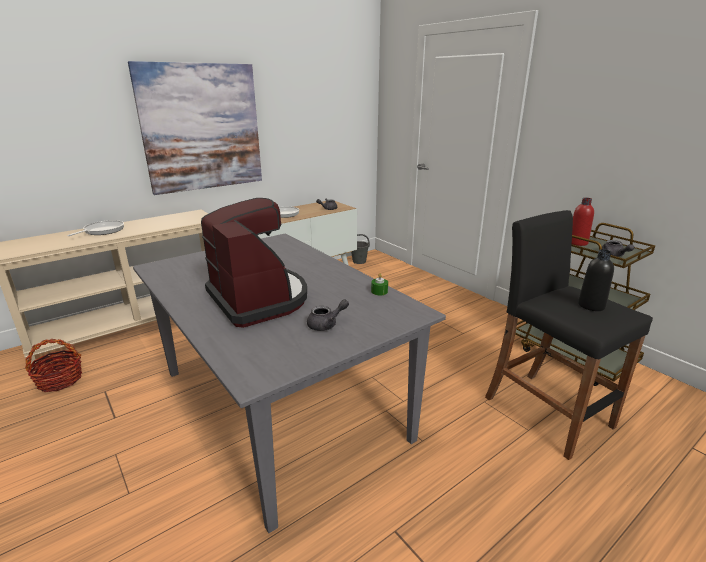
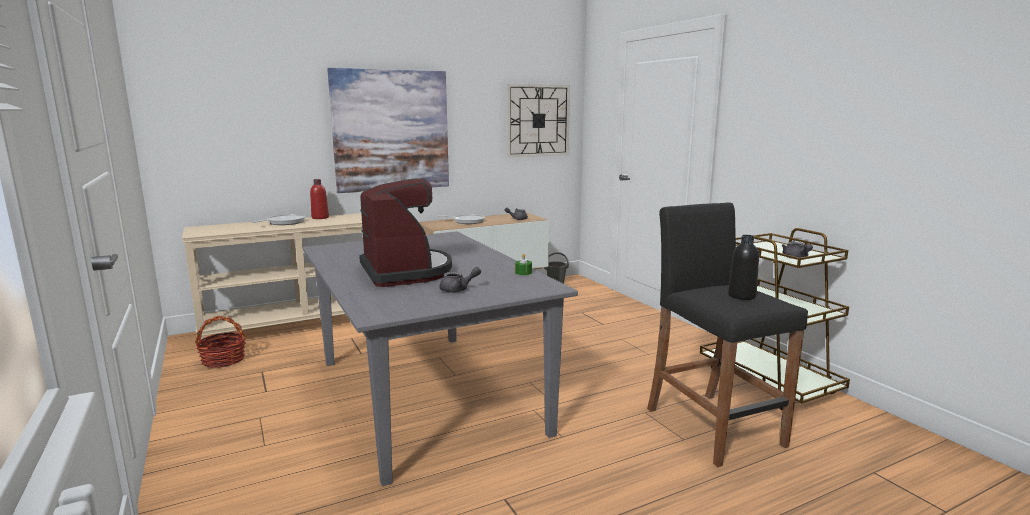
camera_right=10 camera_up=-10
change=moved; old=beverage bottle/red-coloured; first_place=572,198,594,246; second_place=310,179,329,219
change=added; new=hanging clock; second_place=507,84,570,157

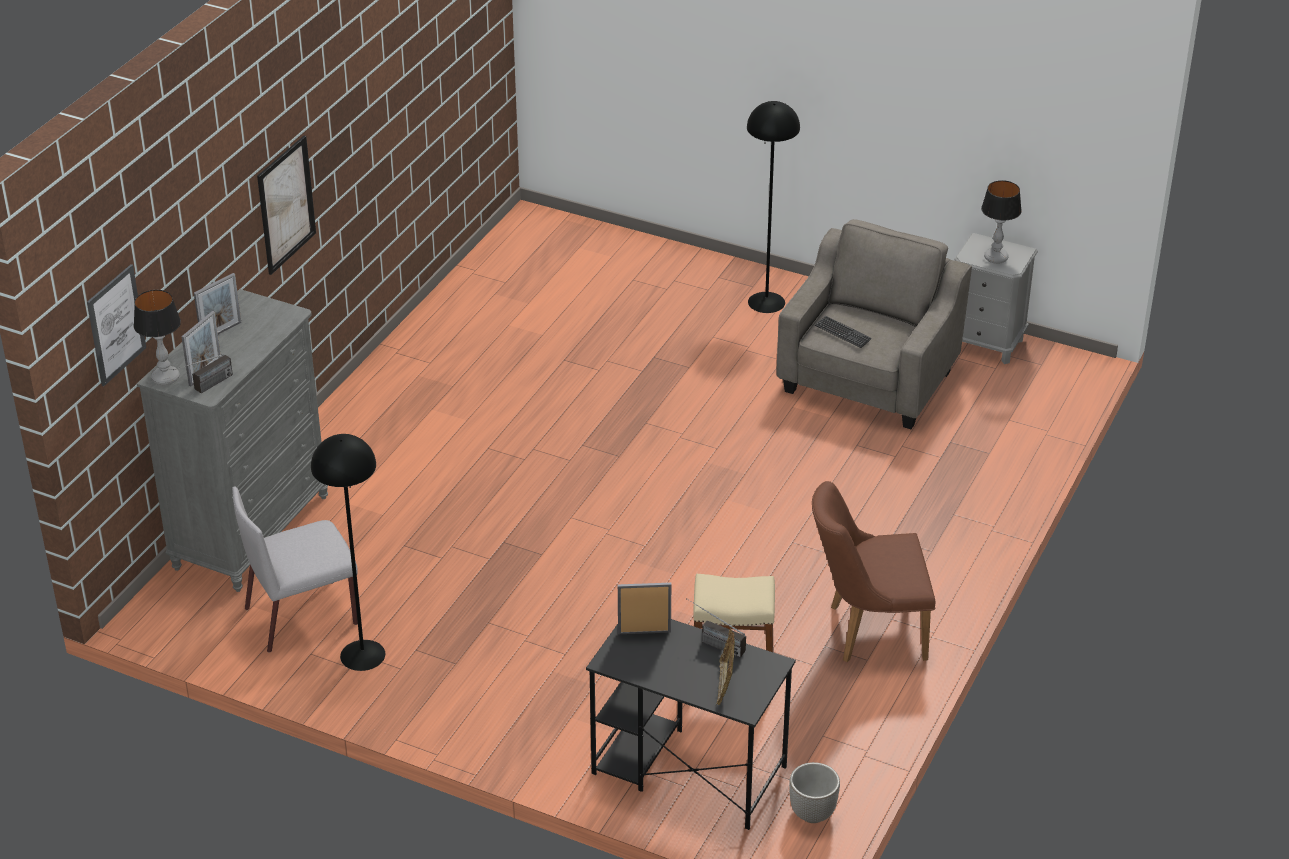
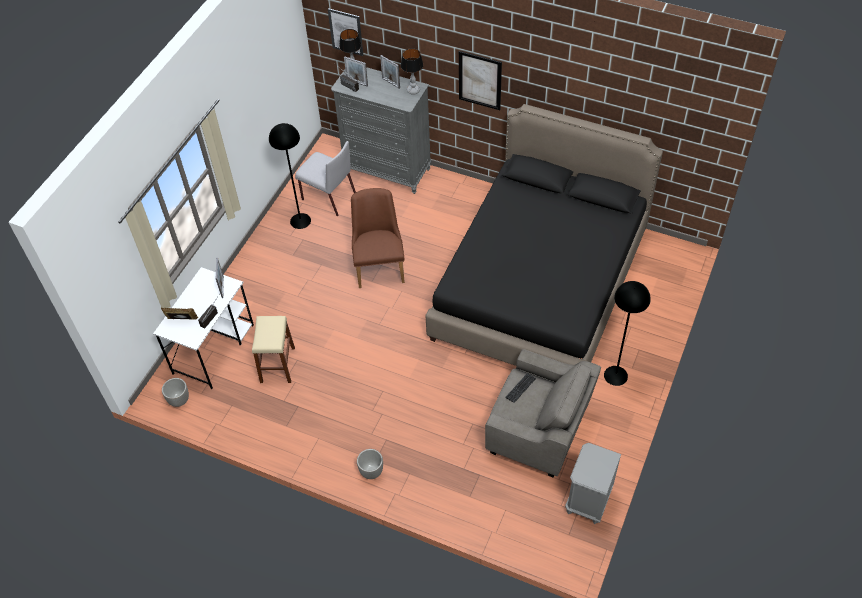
camera_right=90 camera_up=15
change=moved; old=lamp for a table; first_place=981,180,1022,264; second_place=401,48,423,95
change=moved; old=plain chair/brown-coloured; first_place=812,481,935,662; second_place=351,188,405,288
change=turned; old=plain chair/gray; first_place=232,487,358,653; second_place=295,141,356,216; degrees=150
change=recoloured; old=desk unit/black; new=desk unit/white; first_place=586,619,796,830; second_place=153,267,254,390
change=added; new=bed/black; second_place=426,104,663,366
change=added; new=plant pot; second_place=357,449,383,479

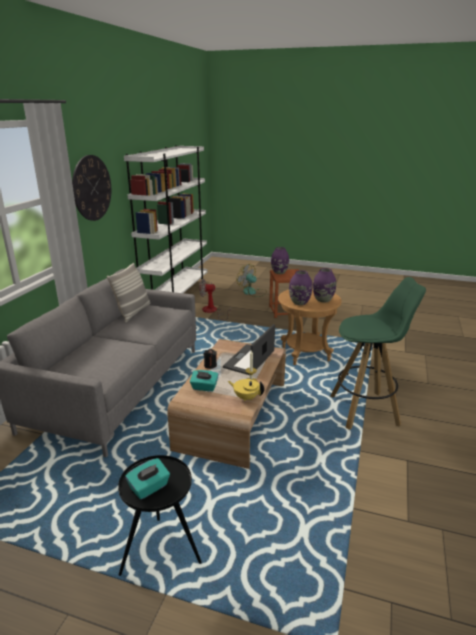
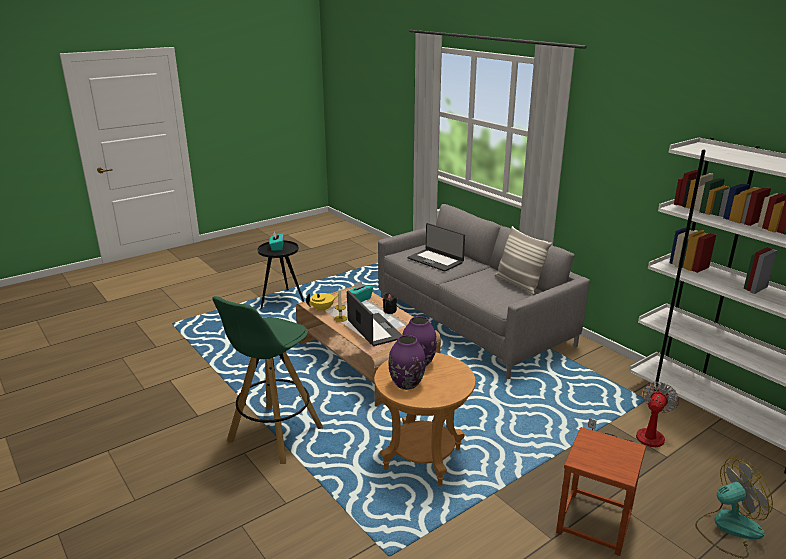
camera_right=125 camera_up=0
change=removed; old=hanging clock; first_place=72,155,111,221
change=removed; old=flower vase/purple-coloured; first_place=271,247,289,274
change=added; new=portable computer; second_place=408,223,465,272

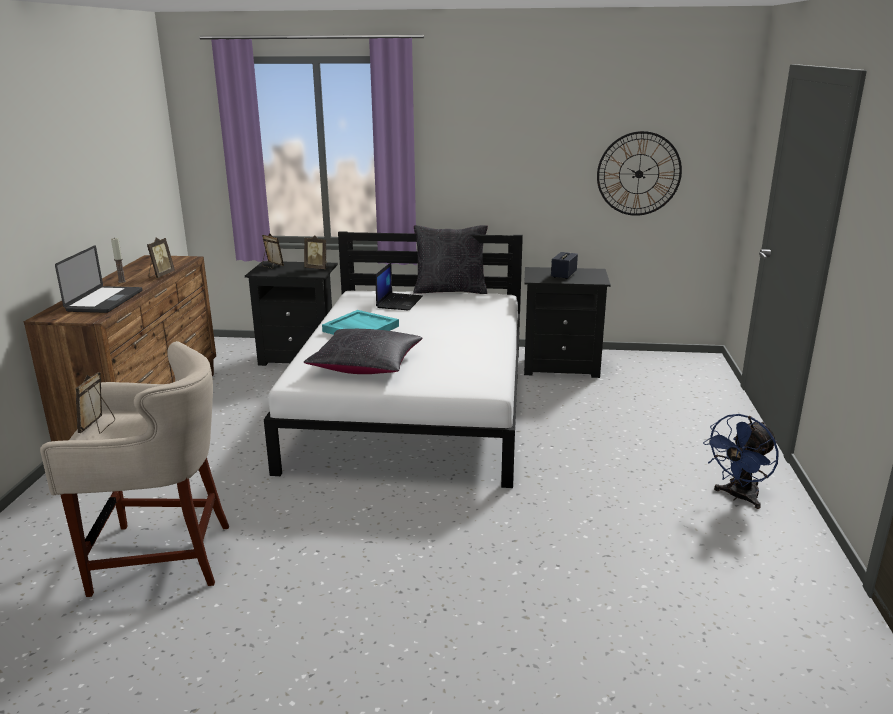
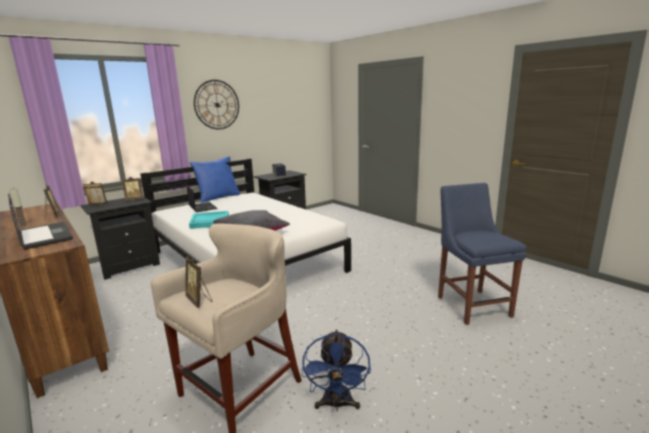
camera_right=-45 camera_up=-5
change=moved; old=hanging clock; first_place=597,131,682,216; second_place=194,80,239,130
change=recoloured; old=pillow/black; new=pillow/blue; first_place=413,225,488,294; second_place=190,156,240,203
change=moved; old=cooling fan/blue; first_place=703,414,779,509; second_place=301,330,371,412
change=added; new=plain chair/blue; second_place=438,183,526,325

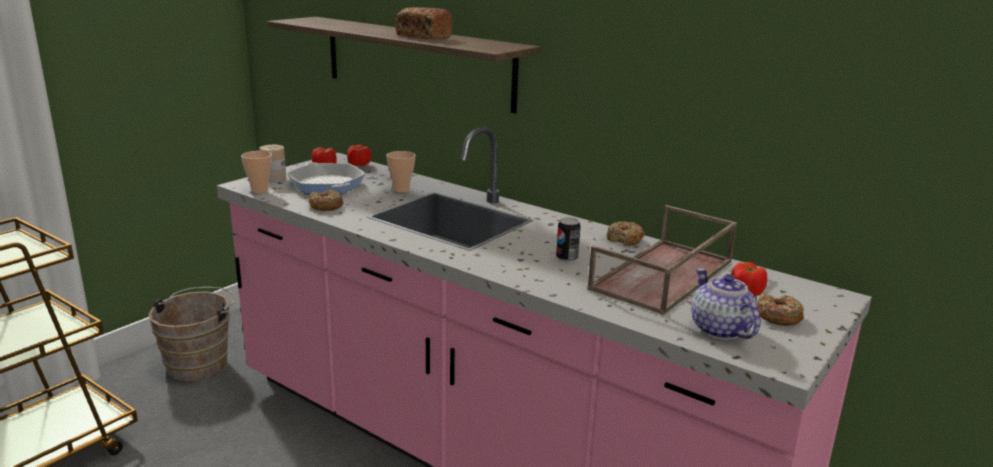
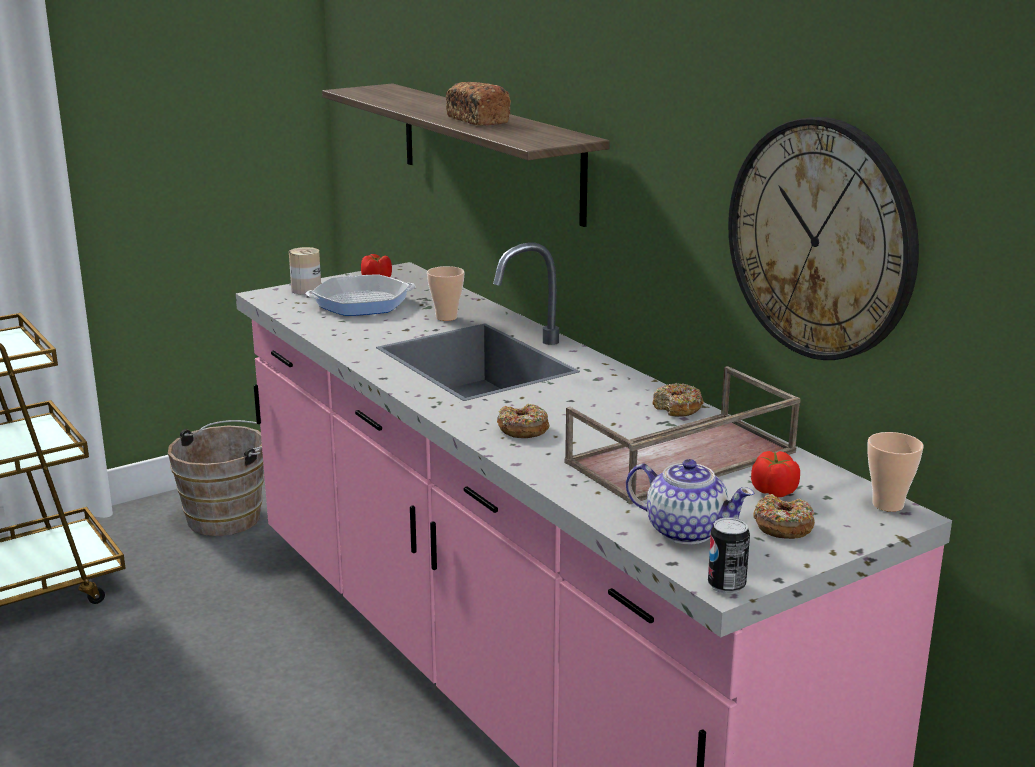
camera_right=20 camera_up=0
change=removed; old=tomato; first_place=347,144,371,166
change=moved; old=small cup; first_place=241,151,272,193; second_place=867,432,924,512
change=turned; old=frying pan; first_place=287,162,365,194; second_place=306,274,416,316; degrees=-90
change=moved; old=ring doughnut; first_place=308,189,344,211; second_place=497,403,549,438
change=moved; old=metal can; first_place=556,217,581,262; second_place=708,517,750,594
change=turned; old=pot for tea; first_place=691,268,761,340; second_place=626,459,754,544; degrees=120
change=added; new=hanging clock; second_place=728,117,919,360

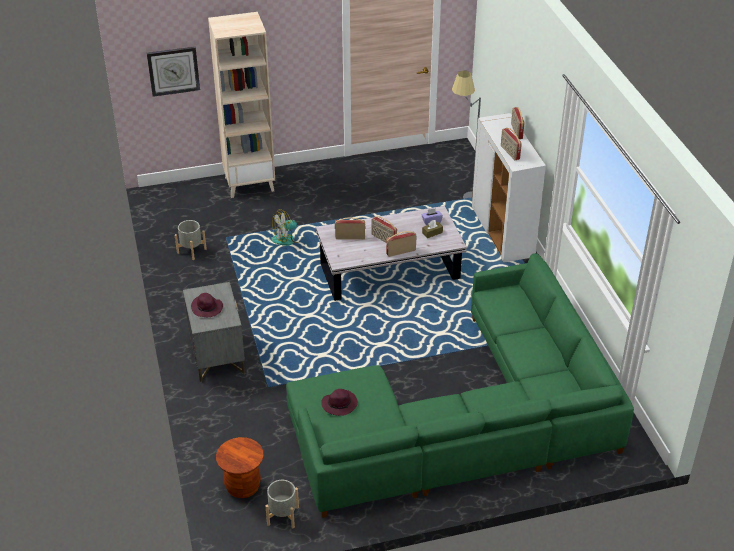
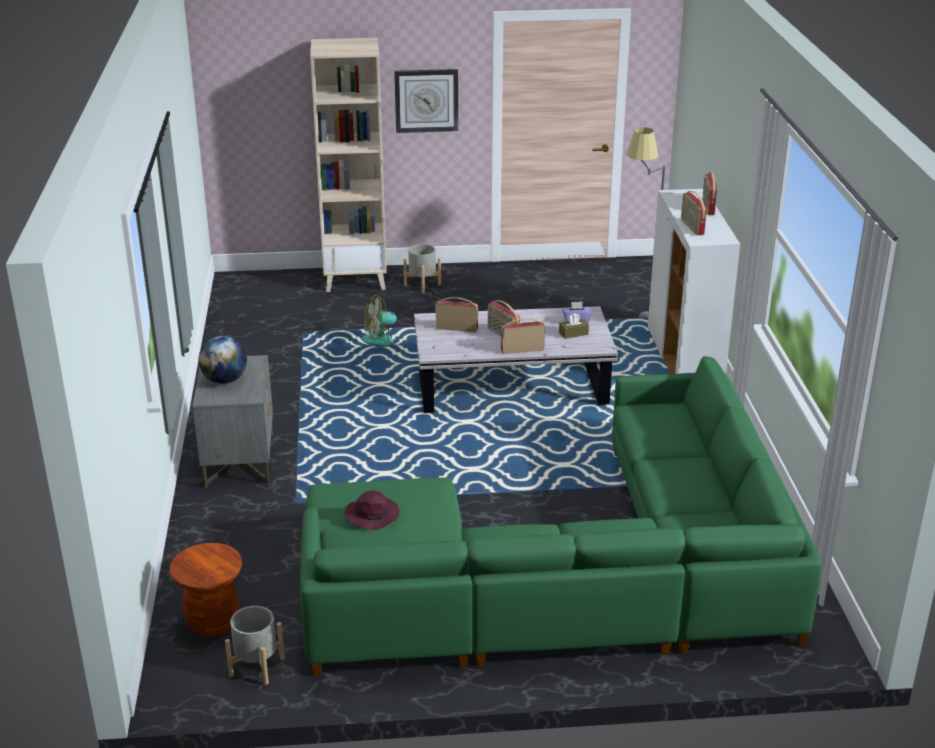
camera_right=10 camera_up=-10
change=moved; old=hanging clock; first_place=147,47,200,97; second_place=394,69,458,133
change=moved; old=plant pot/gray; first_place=175,220,207,260; second_place=403,244,441,293
change=replaced; old=hat/purple-coloured; new=world globe; first_place=191,293,223,317; second_place=198,336,247,384

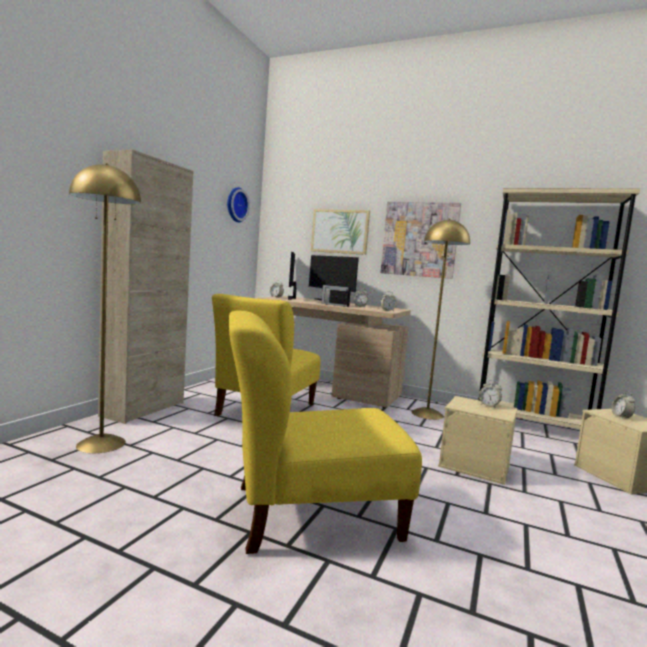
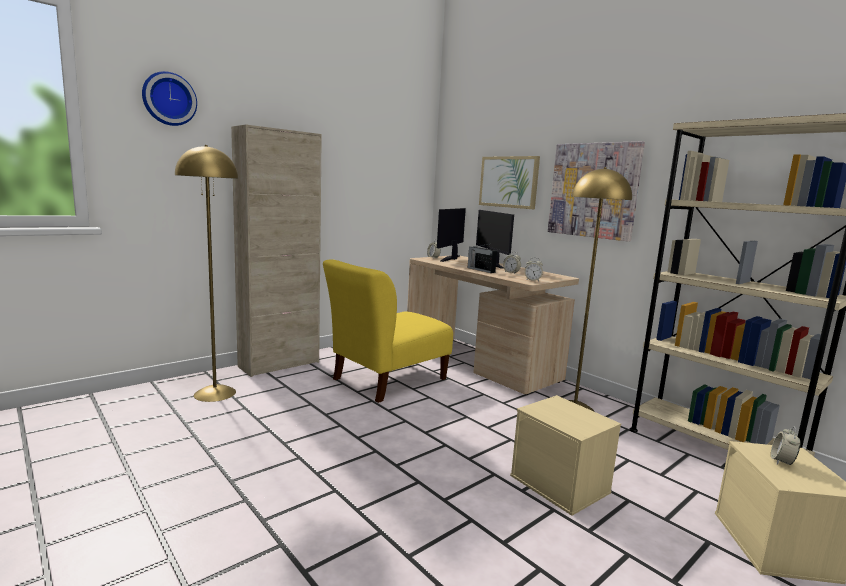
camera_right=25 camera_up=5
change=moved; old=hanging clock; first_place=227,187,250,222; second_place=142,71,197,126
change=removed; old=plain chair/yellow; first_place=229,311,422,554
change=removed; old=bedside clock; first_place=479,380,502,407

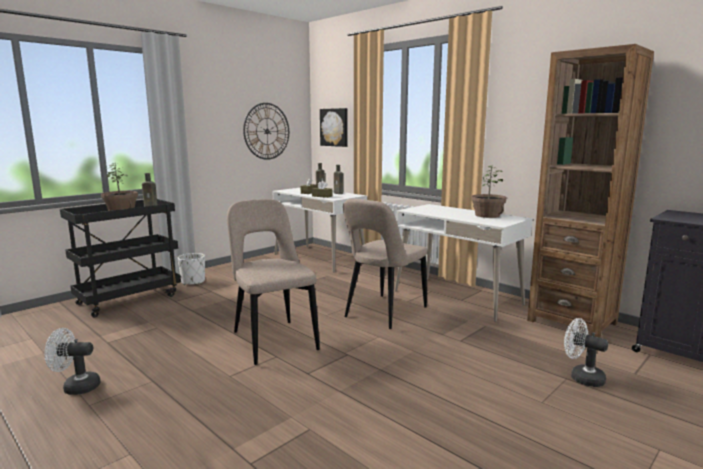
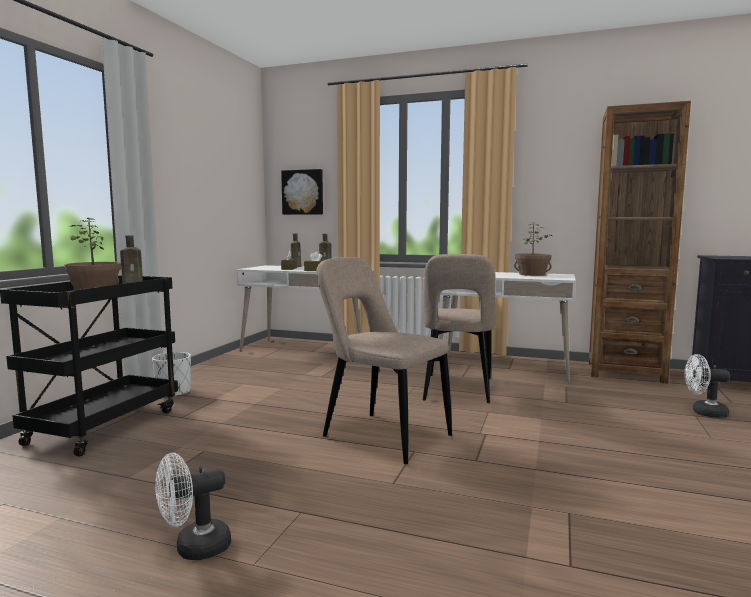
camera_right=-25 camera_up=-5
change=removed; old=hanging clock; first_place=243,103,289,160

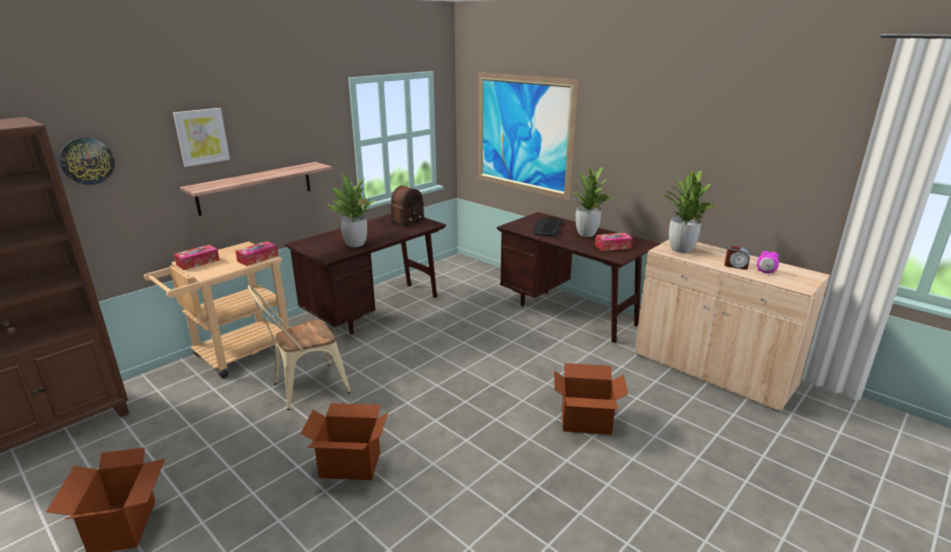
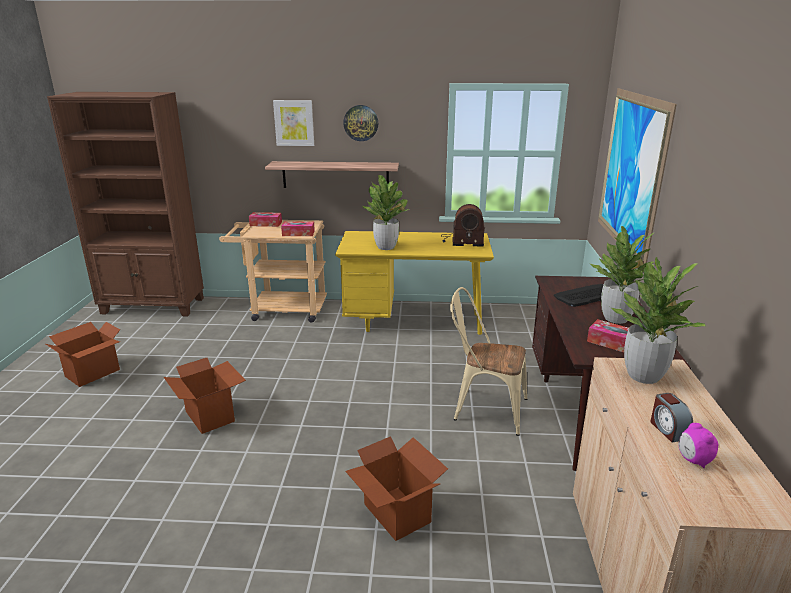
camera_right=50 camera_up=0
change=moved; old=hanging clock; first_place=59,137,115,185; second_place=343,105,378,141
change=recoloured; old=desk unit/brown-coloured; new=desk unit/yellow; first_place=285,214,446,334; second_place=335,231,494,335
change=moved; old=plain chair/beige; first_place=248,285,351,410; second_place=450,287,527,436

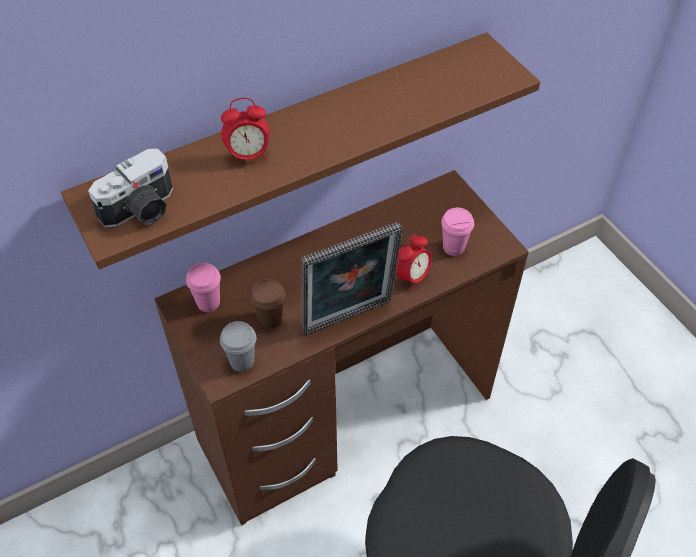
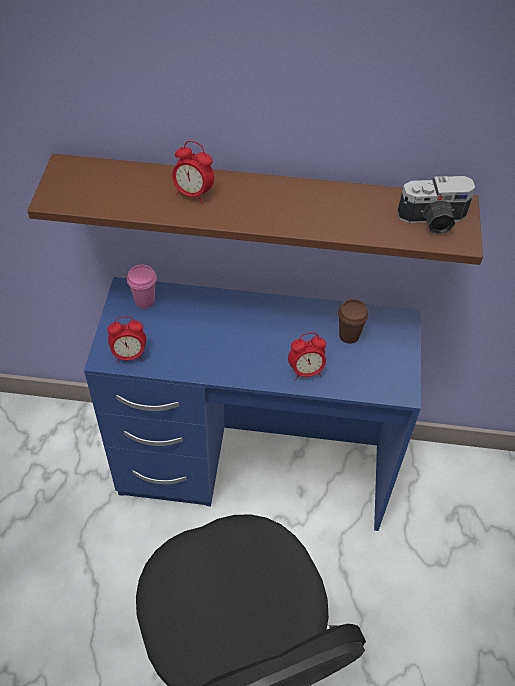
camera_right=35 camera_up=0
change=moved; old=photo camera; first_place=88,149,173,227; second_place=397,176,476,234
change=recoloured; old=desk unit/brown-coloured; new=desk unit/blue; first_place=154,170,529,526; second_place=84,277,421,531
change=removed; old=small cup/pink-coloured; first_place=441,208,474,256
change=removed; old=photo frame; first_place=301,222,403,335
change=moved; old=small cup/brown-coloured; first_place=250,279,285,328; second_place=338,299,369,344
change=replaced; old=small cup/gray; new=bedside clock; first_place=220,321,256,372; second_place=107,316,146,363

